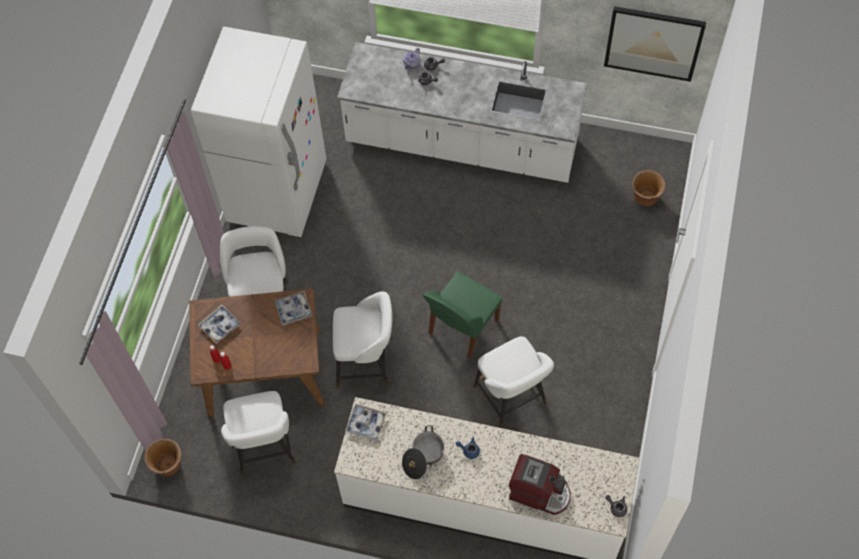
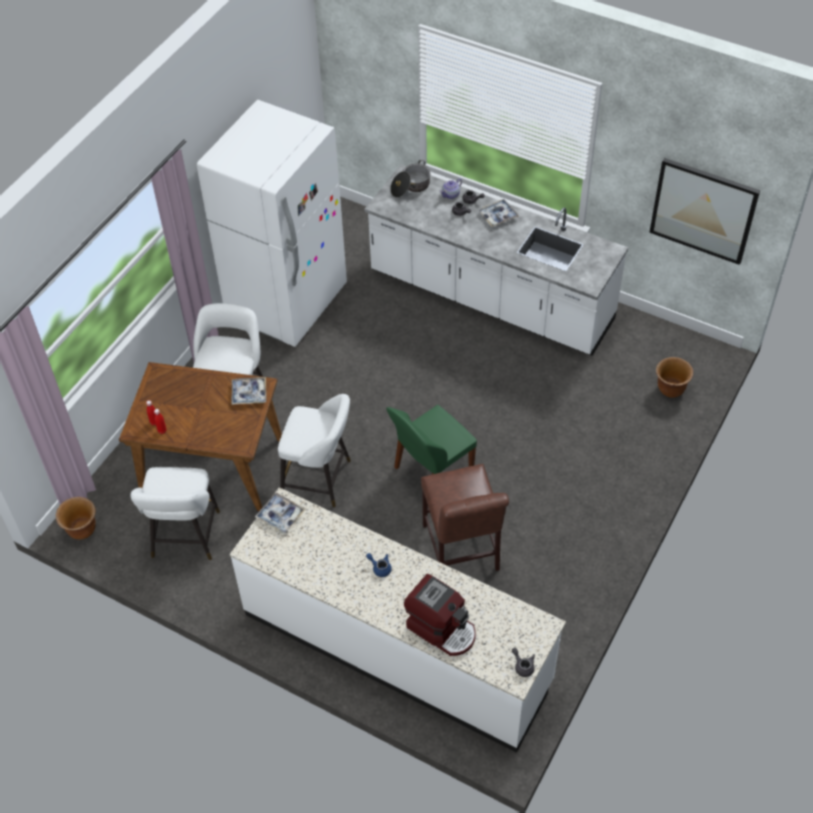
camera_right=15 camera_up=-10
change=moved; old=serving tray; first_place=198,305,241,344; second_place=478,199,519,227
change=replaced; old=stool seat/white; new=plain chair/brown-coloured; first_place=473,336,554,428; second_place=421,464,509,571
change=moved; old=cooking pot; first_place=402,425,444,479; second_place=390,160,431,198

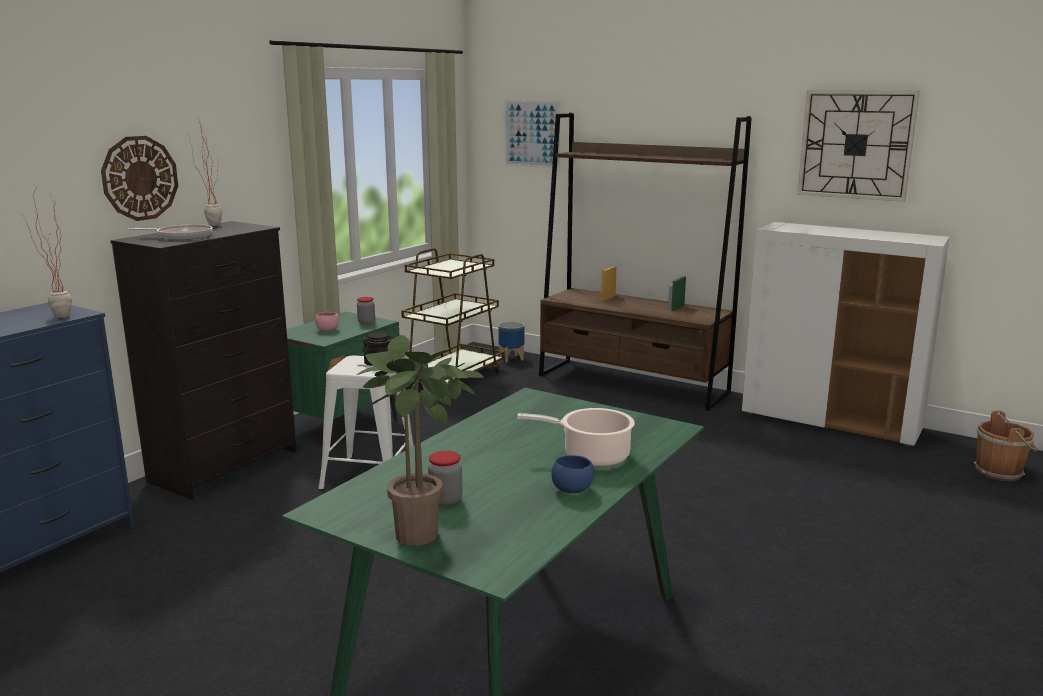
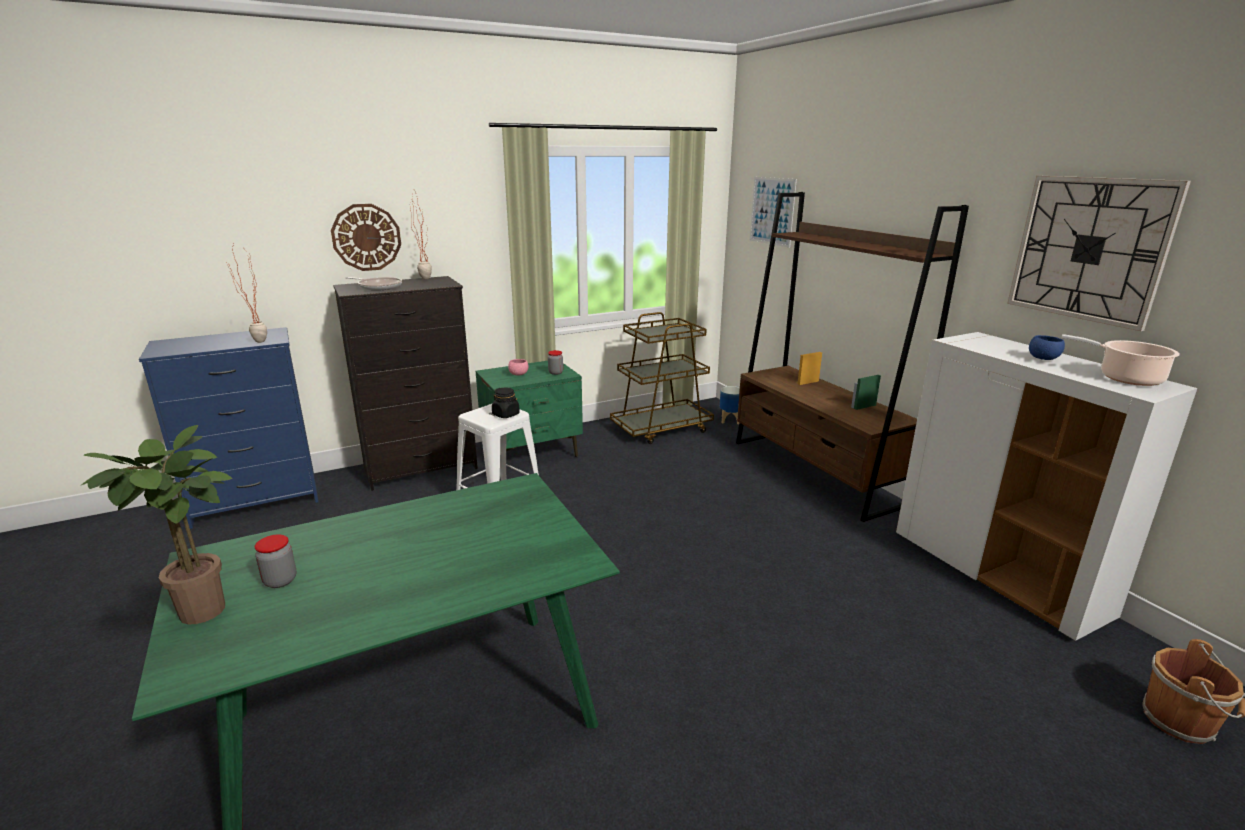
camera_right=30 camera_up=5
change=moved; old=cooking pot; first_place=517,408,635,467; second_place=1061,334,1180,386
change=moved; old=serving bowl/blue; first_place=551,455,594,493; second_place=1029,335,1065,360

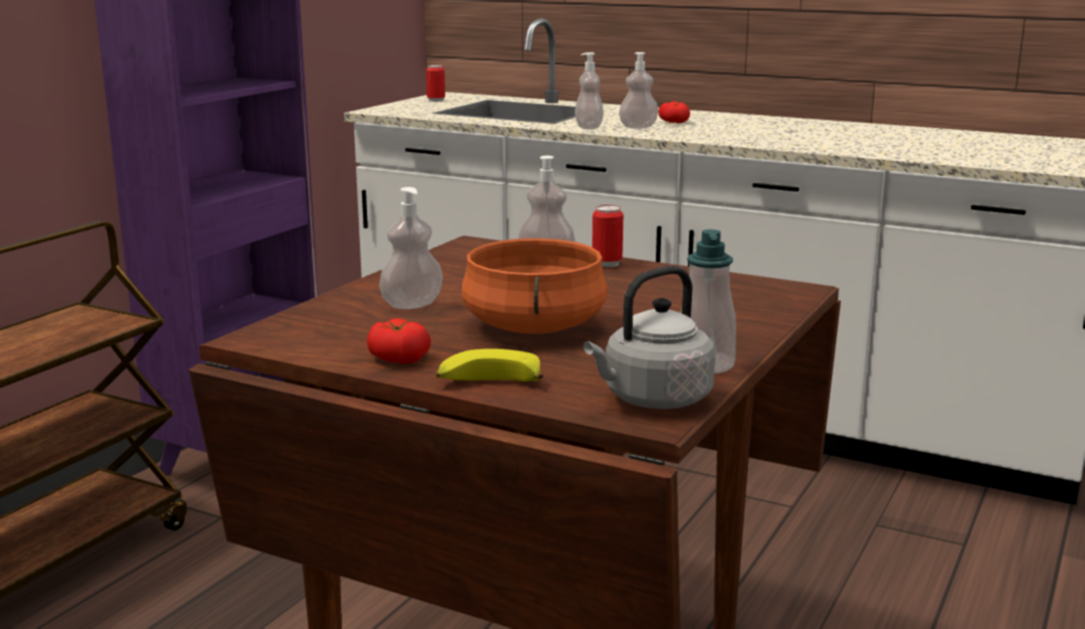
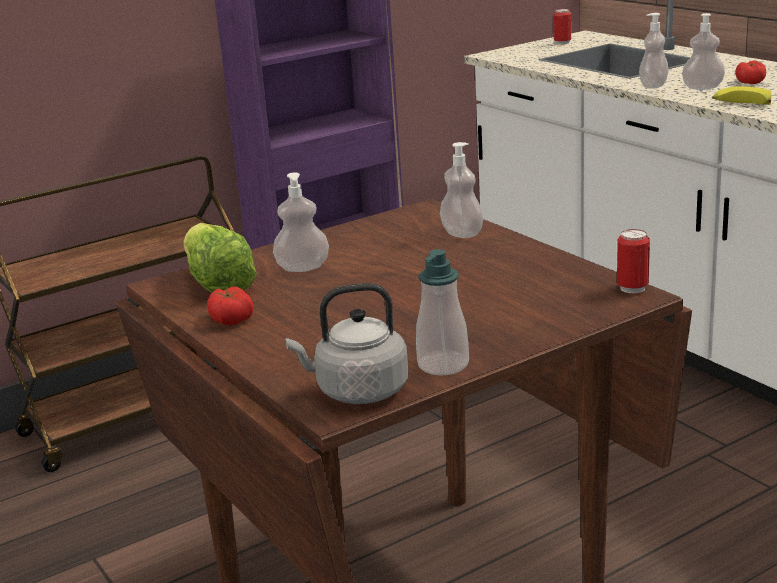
camera_right=30 camera_up=5
change=moved; old=metal can; first_place=592,205,624,267; second_place=617,229,650,293
change=removed; old=cooking pot/orange; first_place=462,238,608,334
change=moved; old=whole banana; first_place=436,349,544,382; second_place=712,86,771,105
change=added; new=lettuce head; second_place=183,223,257,292

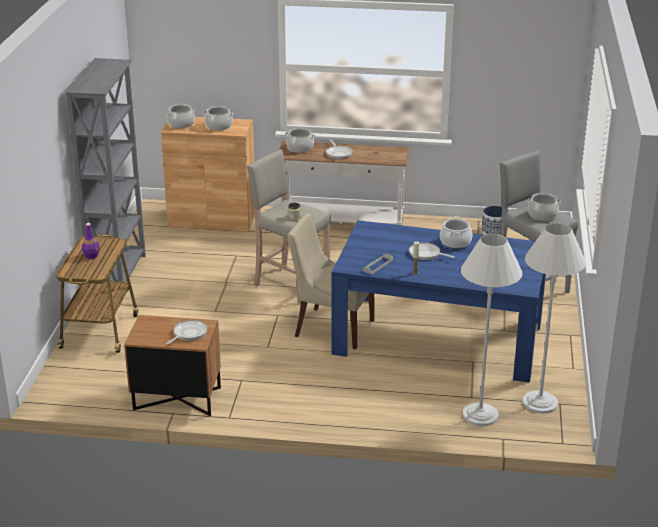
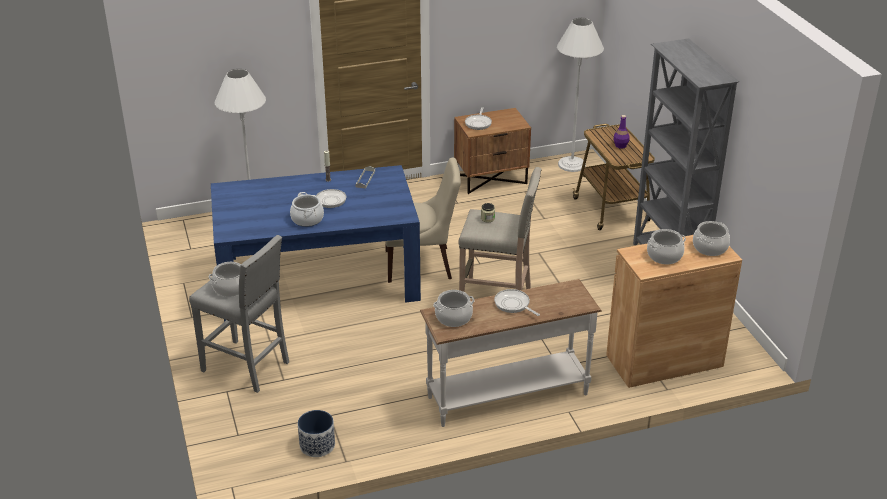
camera_right=155 camera_up=5
change=moved; old=cooking pot; first_place=284,128,315,153; second_place=433,290,475,327
change=moved; old=standard lamp/white; first_place=522,223,586,414; second_place=557,18,604,172

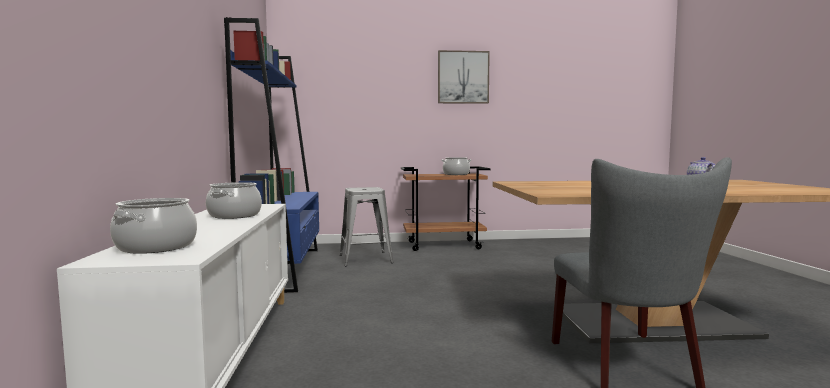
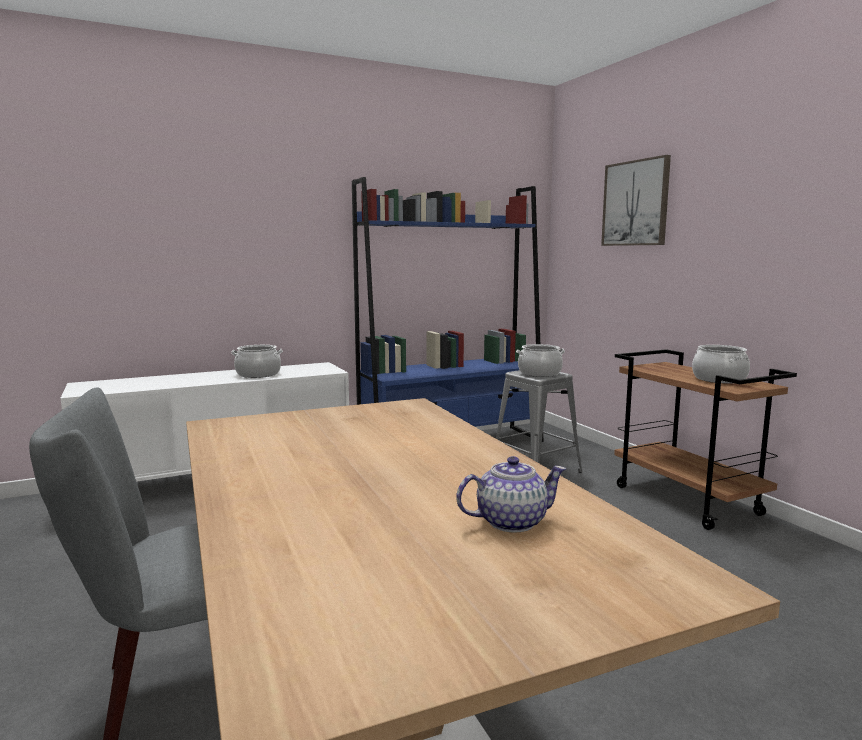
camera_right=70 camera_up=5
change=moved; old=wall art; first_place=438,50,490,104; second_place=601,155,671,246
change=moved; old=cooking pot; first_place=110,198,197,254; second_place=516,344,565,377

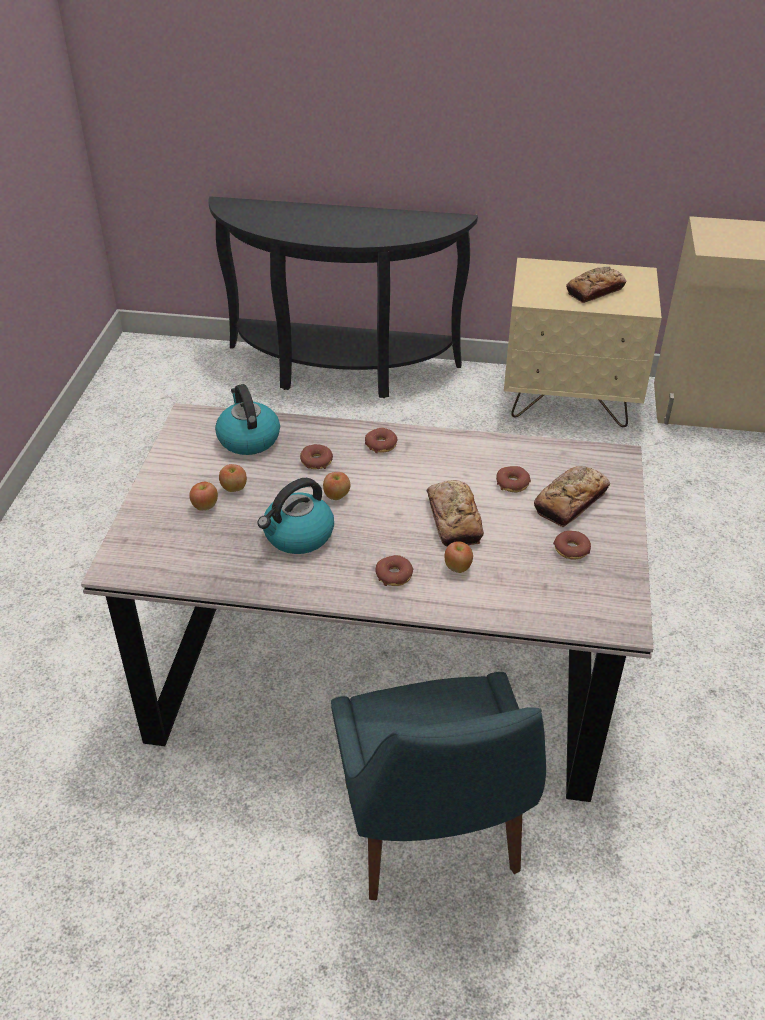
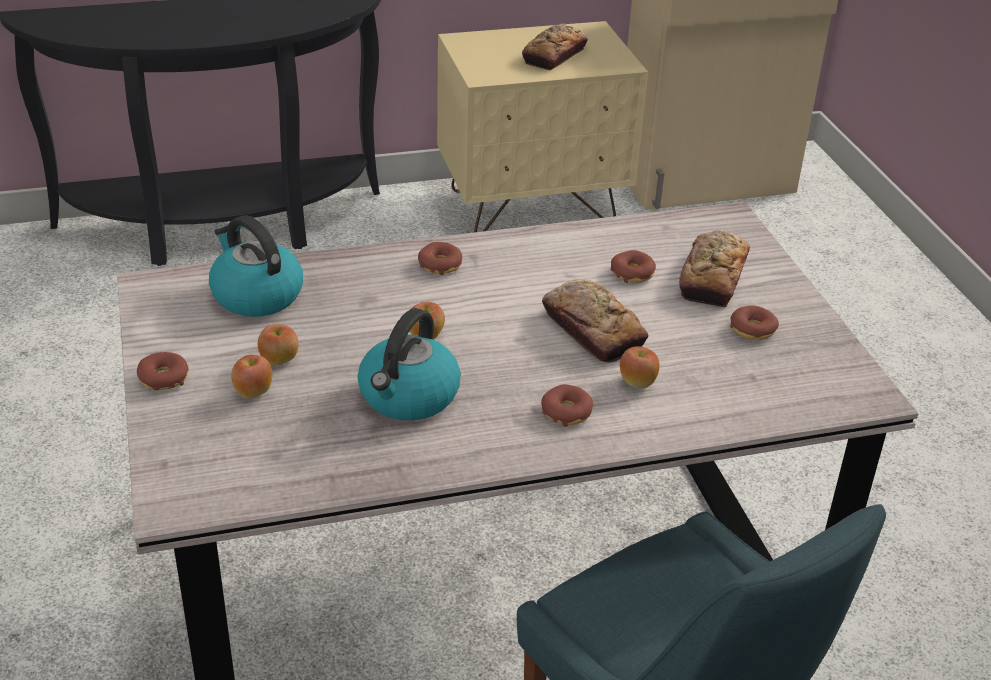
camera_right=-25 camera_up=-5
change=moved; old=ring doughnut; first_place=300,444,333,469; second_place=137,352,188,390

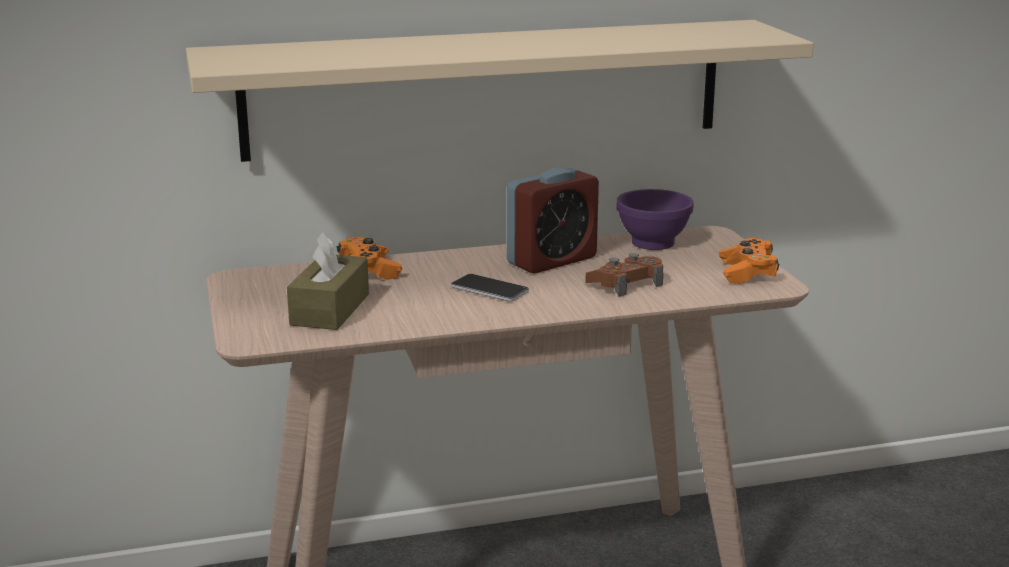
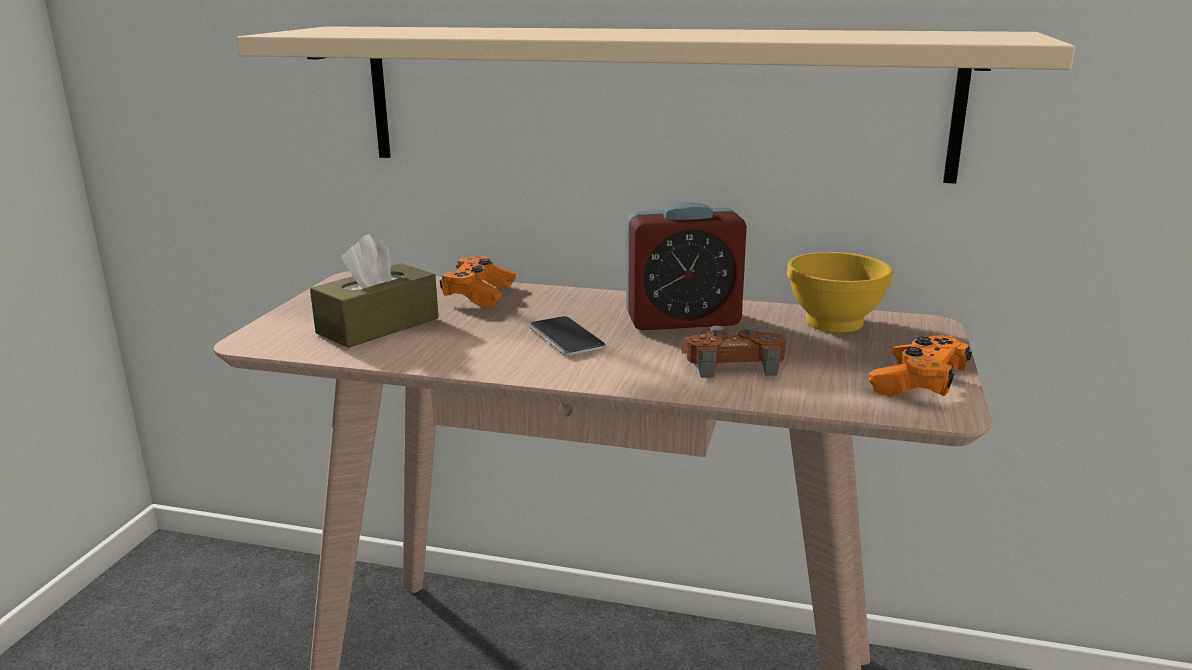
camera_right=30 camera_up=0
change=recoloured; old=serving bowl/purple-coloured; new=serving bowl/yellow; first_place=616,189,694,250; second_place=787,252,893,332

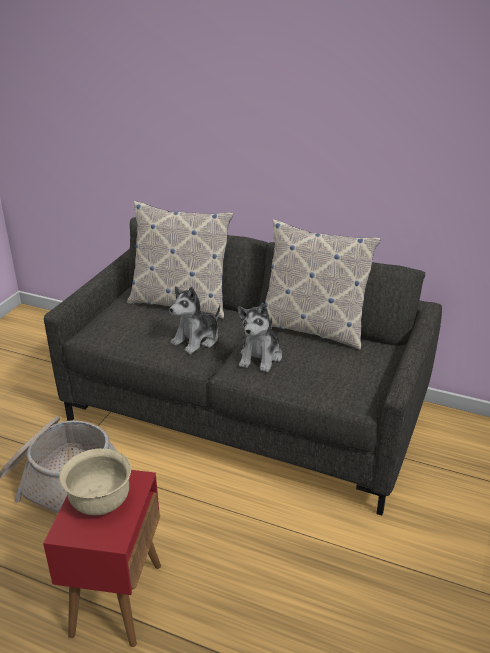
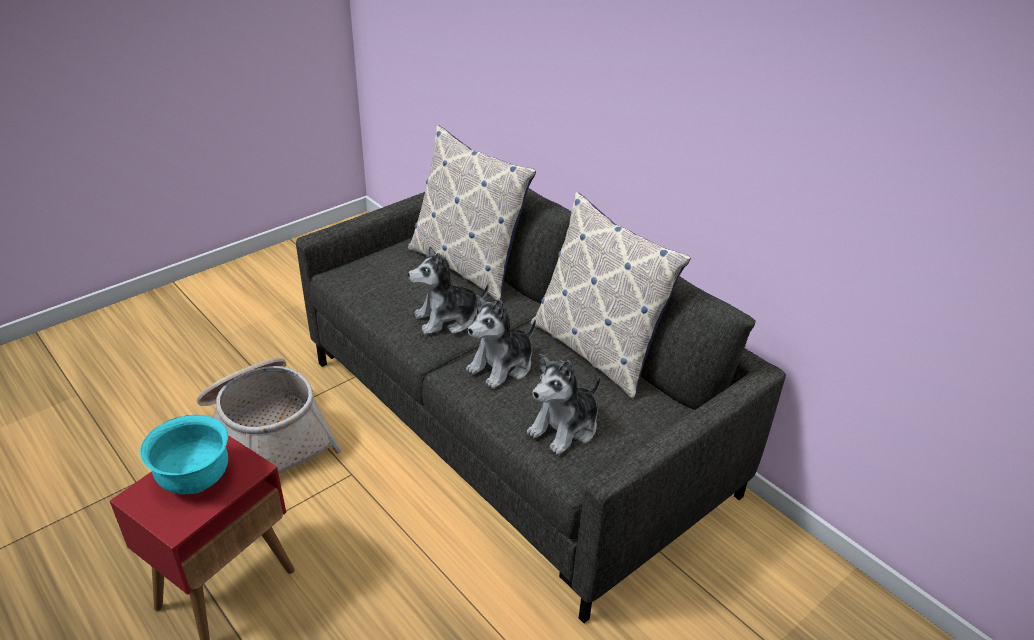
camera_right=25 camera_up=5
change=recoloured; old=serving bowl/beige; new=serving bowl/turquoise; first_place=59,448,131,515; second_place=140,415,228,494
change=added; new=cuddly toy; second_place=527,354,600,455

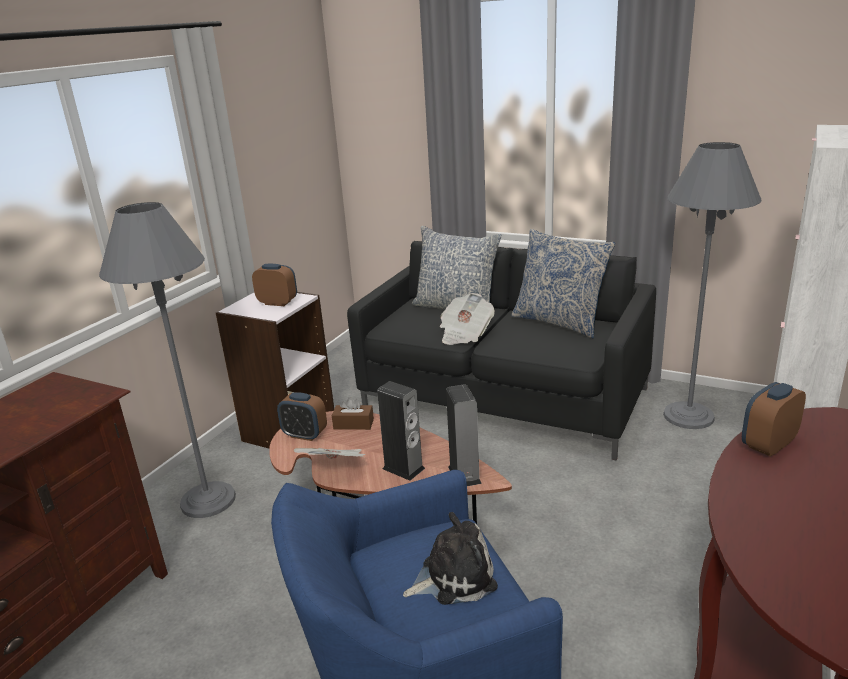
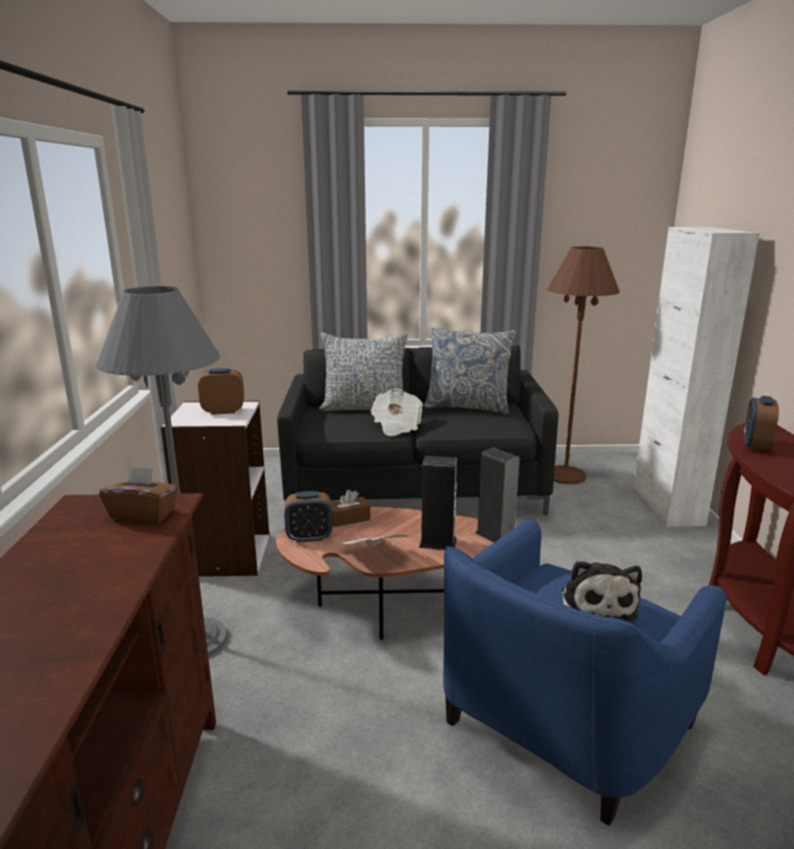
camera_right=-30 camera_up=-5
change=recoloured; old=standard lamp/gray; new=standard lamp/brown-coloured; first_place=663,142,762,429; second_place=547,246,620,484
change=turned; old=cuddly toy; first_place=403,512,498,605; second_place=561,561,642,621; degrees=135
change=added; new=tissue holder/brown-coloured; second_place=99,466,178,523

